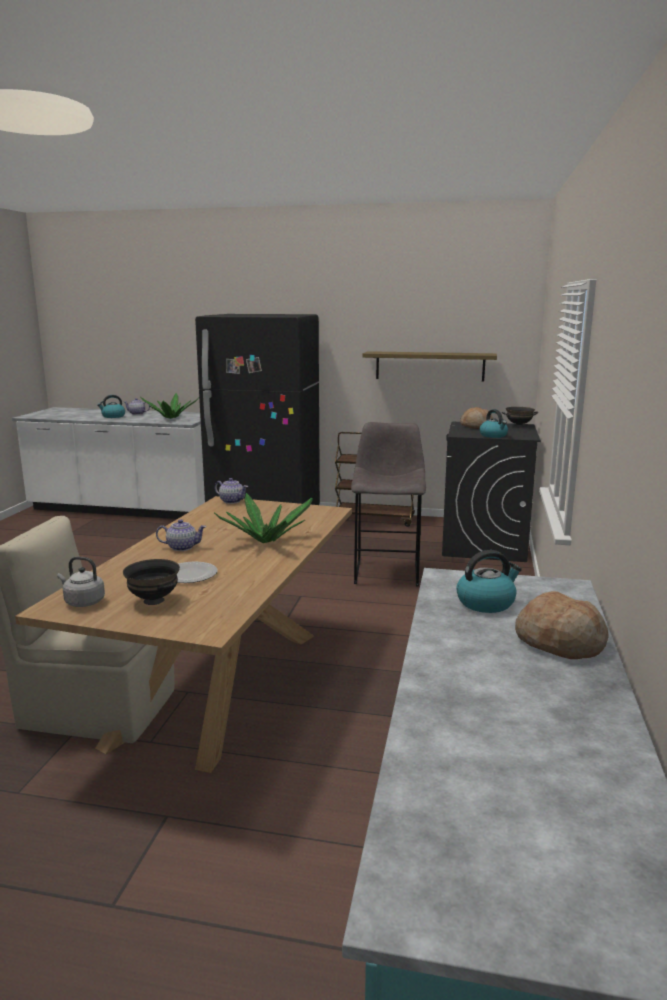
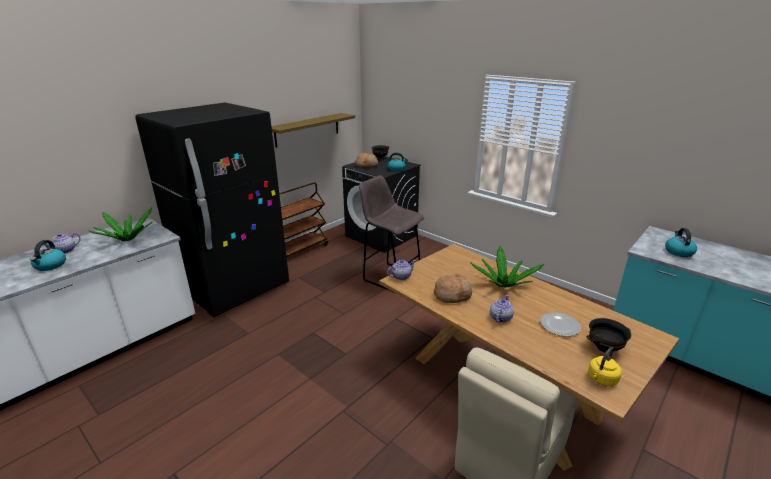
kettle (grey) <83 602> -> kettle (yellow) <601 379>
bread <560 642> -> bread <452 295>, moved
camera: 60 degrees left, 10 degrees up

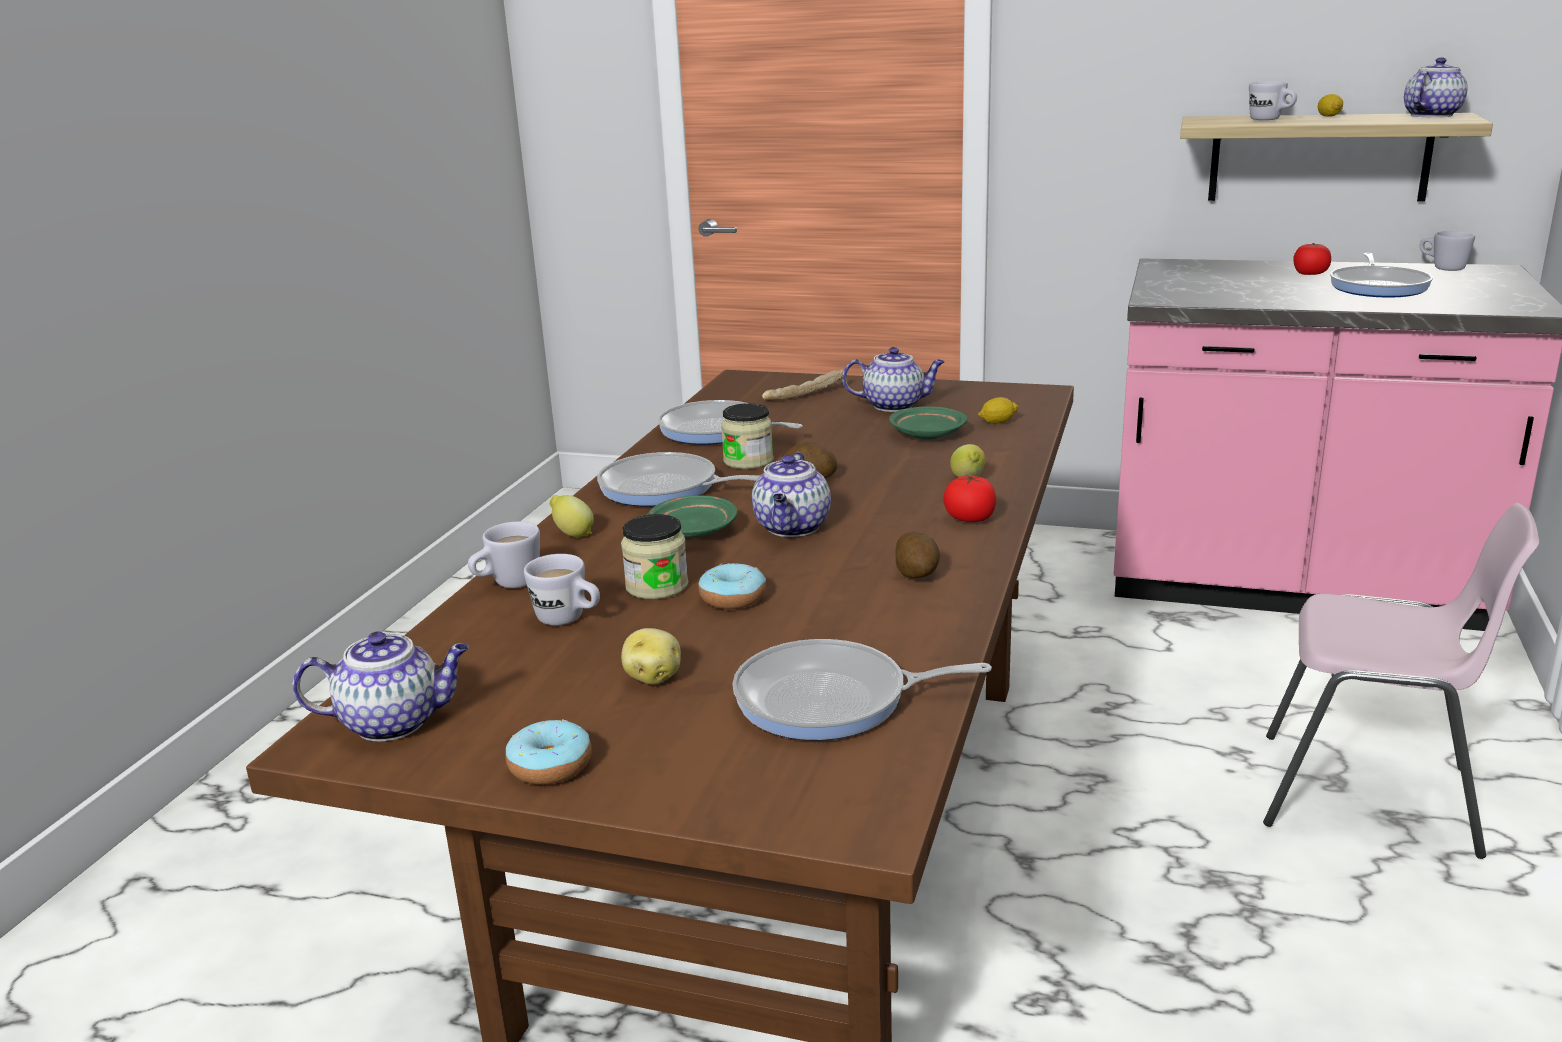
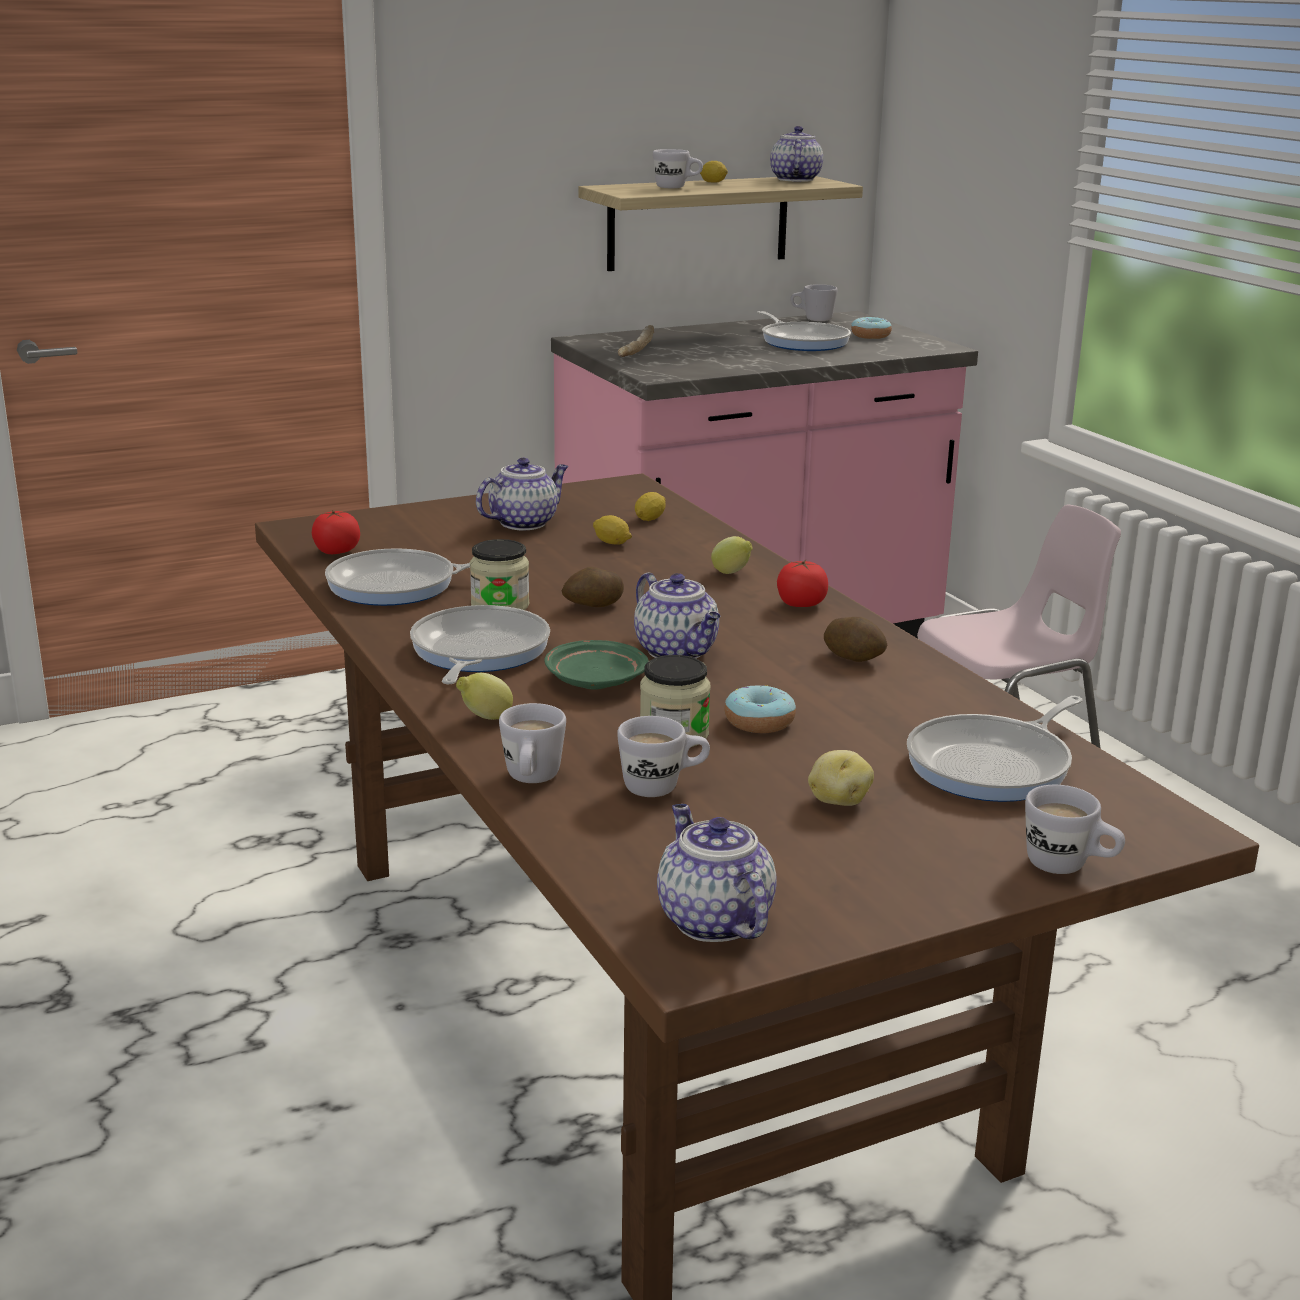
teapot <394 722> -> teapot <712 920>, 60 degrees counterclockwise
donut <550 766> -> donut <870 336>, moved
frying pan <664 489> -> frying pan <477 652>, 120 degrees clockwise
bread <804 394> -> bread <635 350>, moved
plate (green) <926 434> -> lemon <612 543>
tomato <1310 274> -> tomato <336 552>, moved
none -> mug (white) <1069 867>
camera: 45 degrees left, 0 degrees up

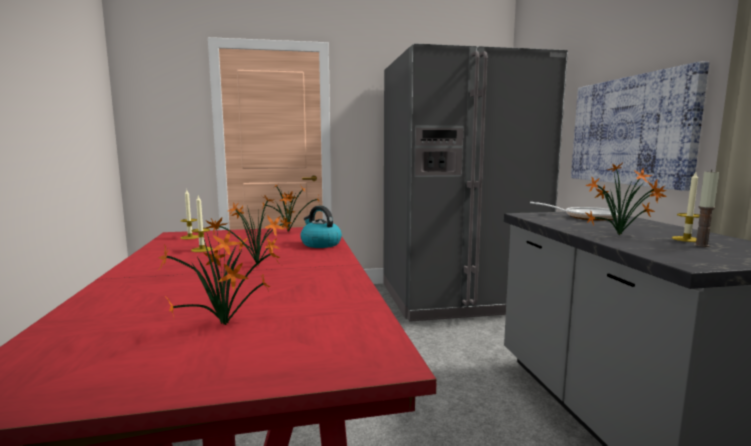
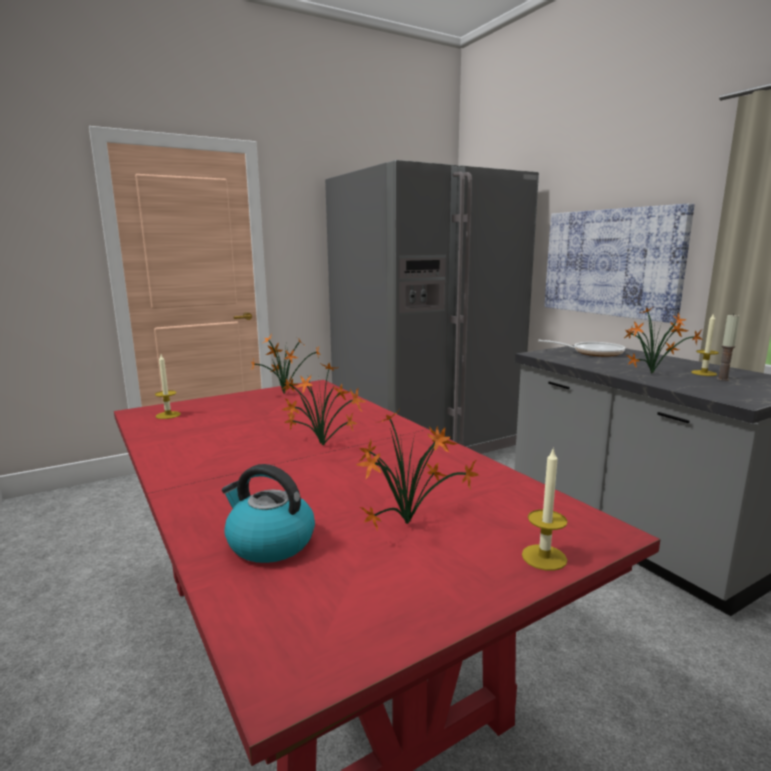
candle <202 249> -> candle <544 557>, moved
kettle <320 244> -> kettle <269 543>, moved
camera: 20 degrees left, 5 degrees up

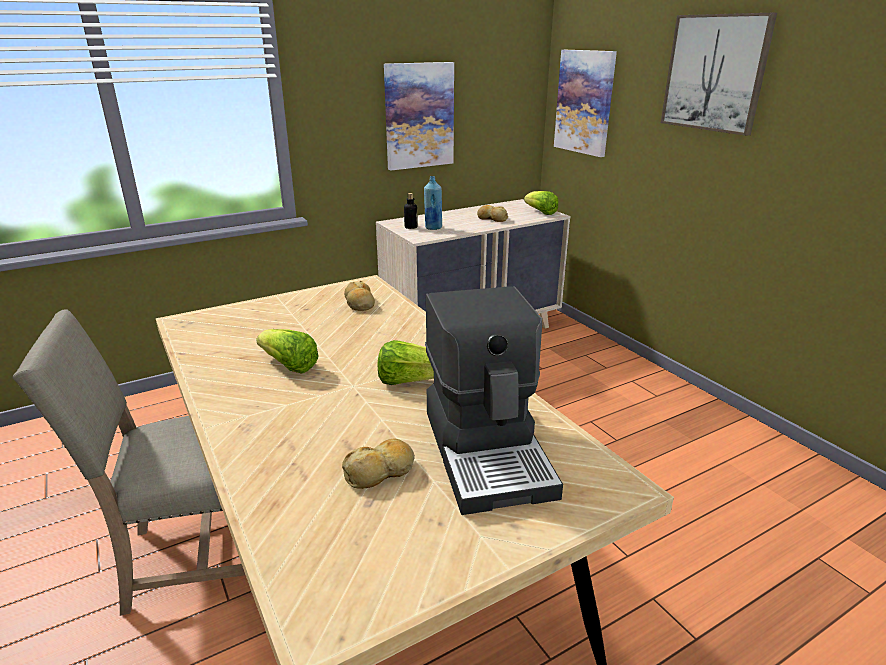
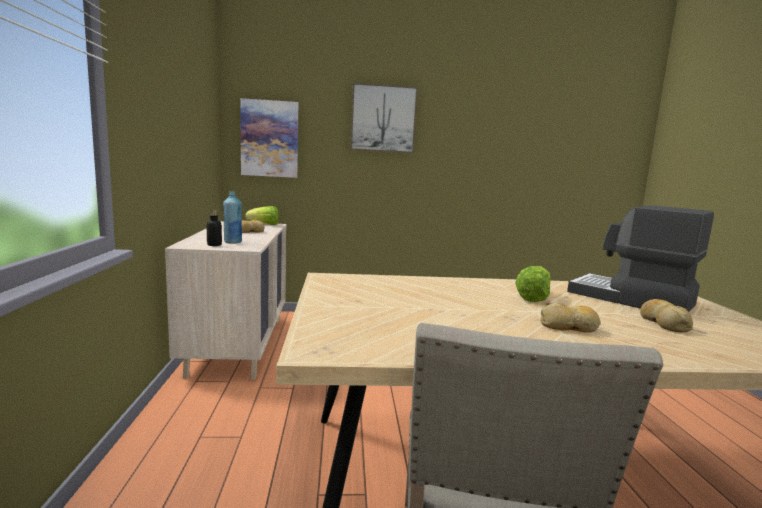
lettuce <289 366> -> none
bread <359 303> -> bread <569 327>, moved
picture <419 116> -> none
coffee machine <489 450> -> coffee machine <630 299>, 150 degrees counterclockwise
camera: 65 degrees left, 15 degrees down

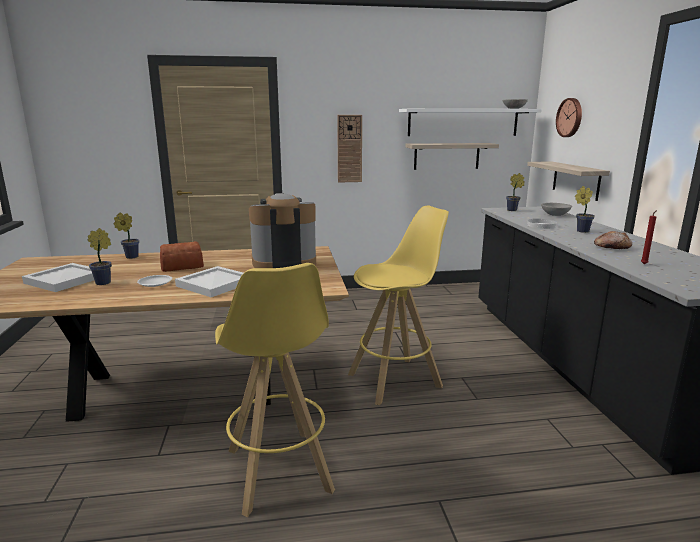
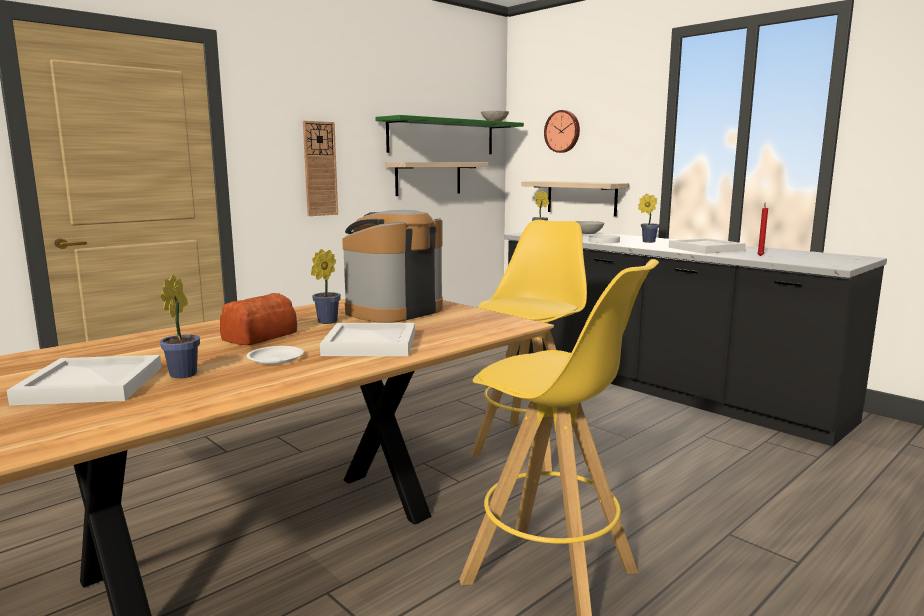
potted plant <130 257> -> potted plant <325 322>, moved
shelf (white) <463 122> -> shelf (green) <442 137>
bread <611 247> -> tray (white) <704 249>
camera: 35 degrees left, 5 degrees down

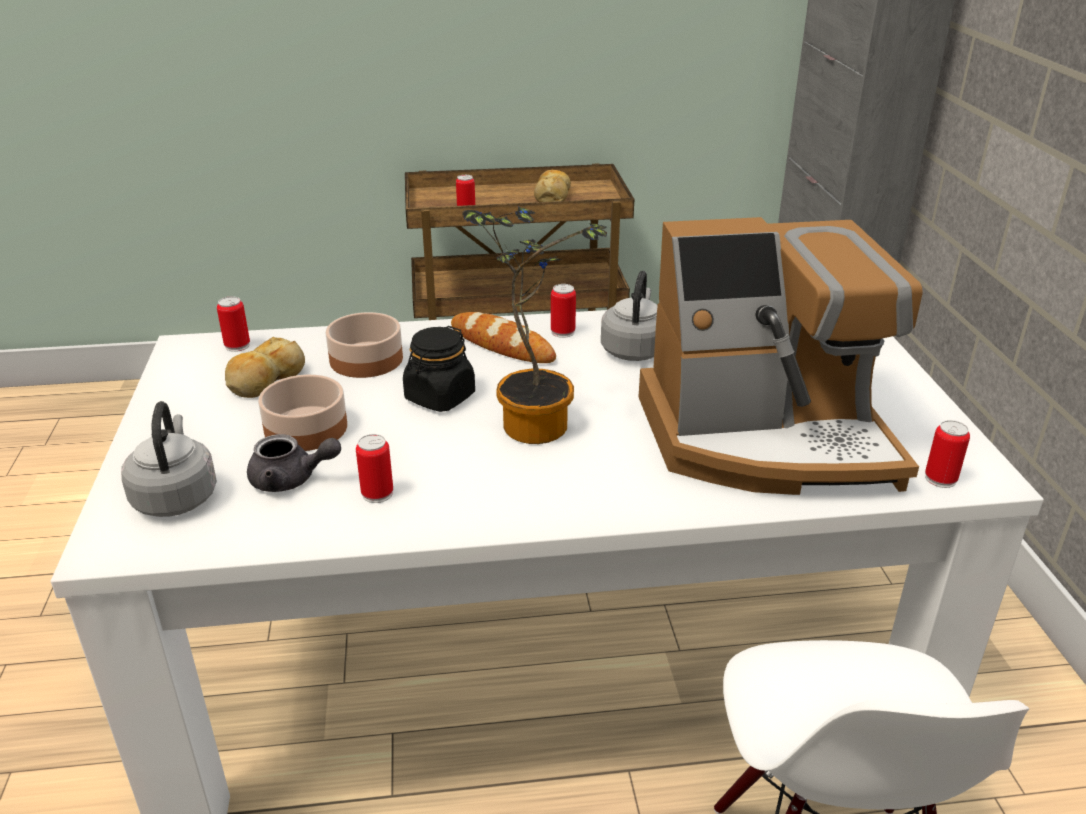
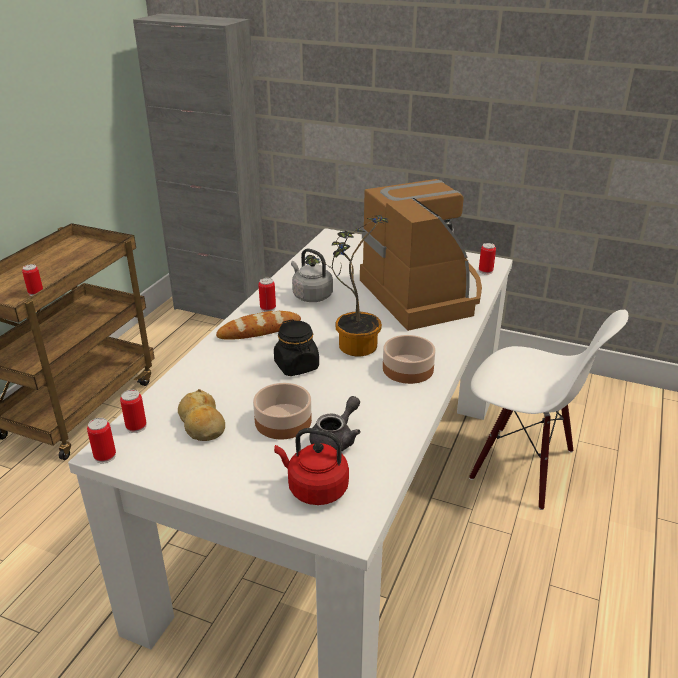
kettle (grey) <176 496> -> kettle (red) <314 489>
bowl <367 360> -> bowl <408 368>, moved
can <377 493> -> can <105 456>, moved
bread <552 196> -> none
coffee machine <766 438> -> coffee machine <424 293>, 45 degrees counterclockwise
camera: 60 degrees left, 0 degrees up

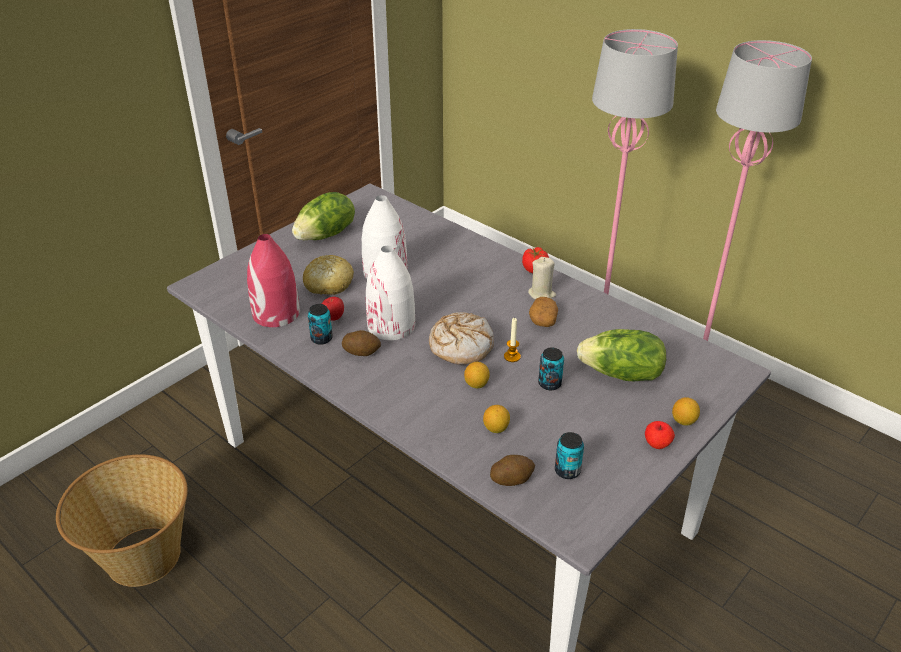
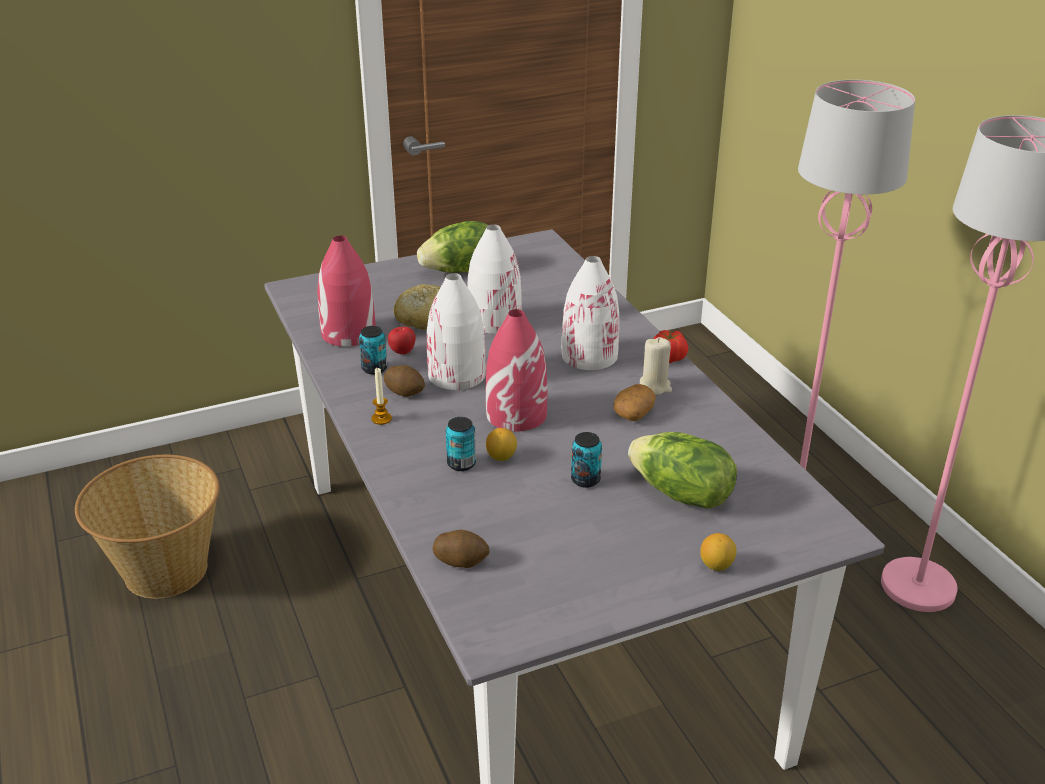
bread <461 346> -> vase (red) <516 414>
lemon <496 428> -> none
candle <512 356> -> candle <381 419>, moved
can <567 471> -> can <461 464>, moved
apple <657 444> -> none
none -> vase (white) <589 355>
camera: 25 degrees right, 5 degrees down

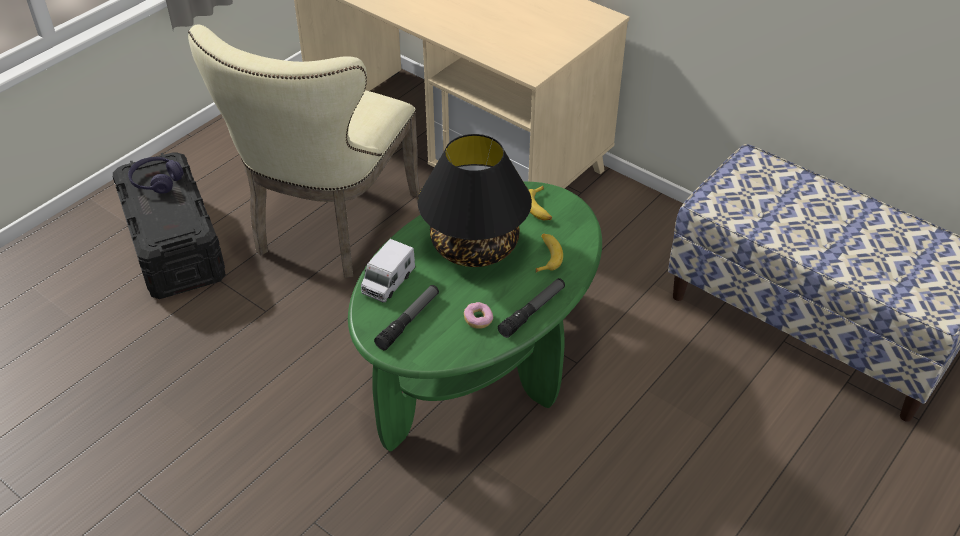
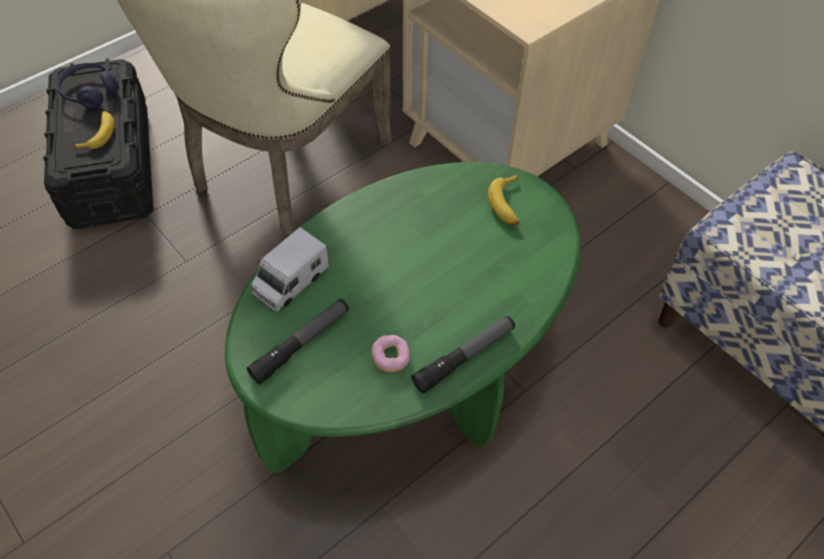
table lamp (black) <475 246> -> none
banana <546 256> -> banana <99 134>, moved
camera: 10 degrees right, 10 degrees up

